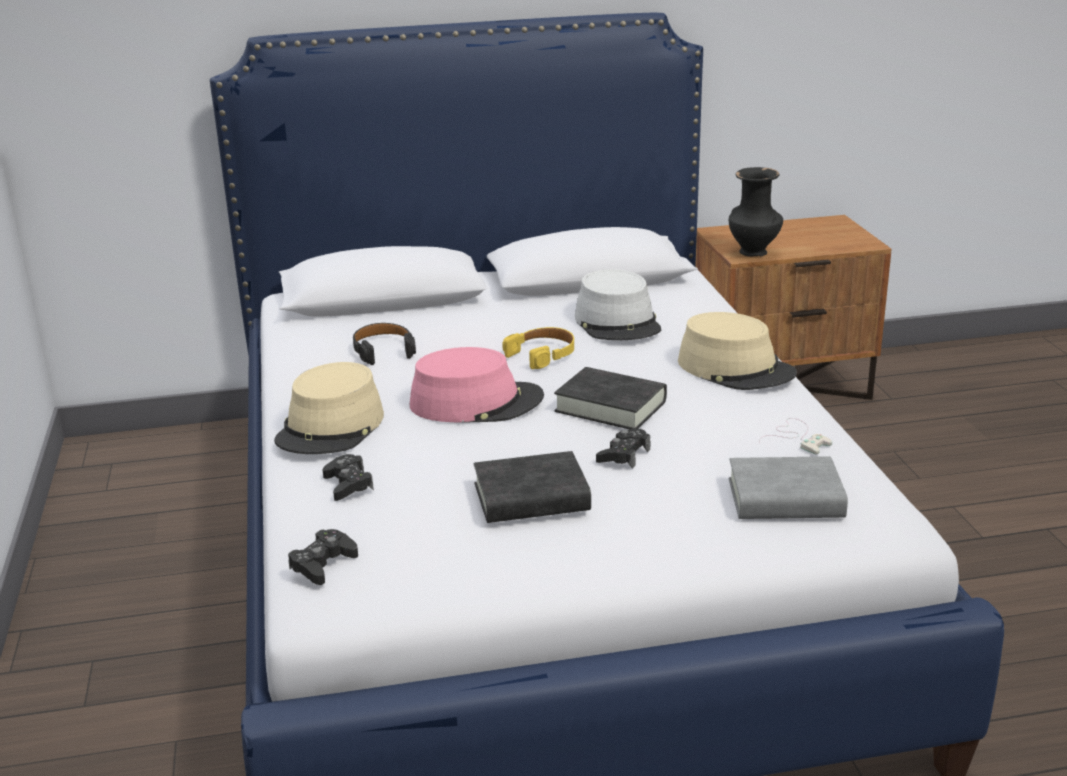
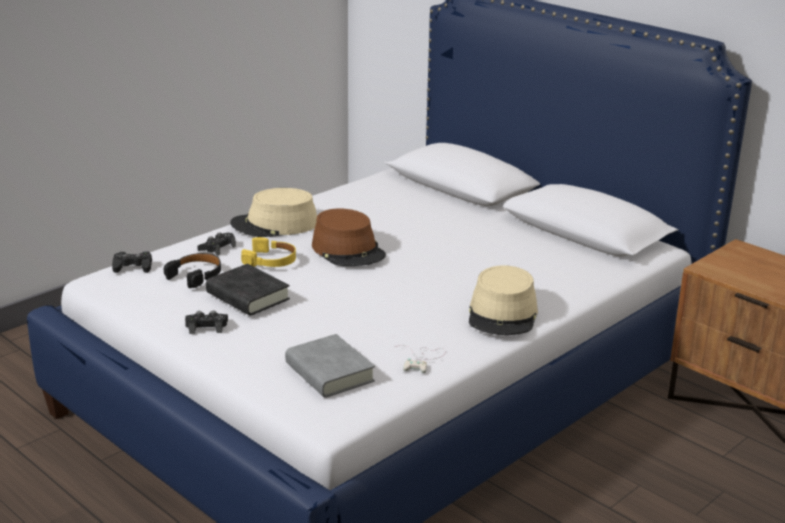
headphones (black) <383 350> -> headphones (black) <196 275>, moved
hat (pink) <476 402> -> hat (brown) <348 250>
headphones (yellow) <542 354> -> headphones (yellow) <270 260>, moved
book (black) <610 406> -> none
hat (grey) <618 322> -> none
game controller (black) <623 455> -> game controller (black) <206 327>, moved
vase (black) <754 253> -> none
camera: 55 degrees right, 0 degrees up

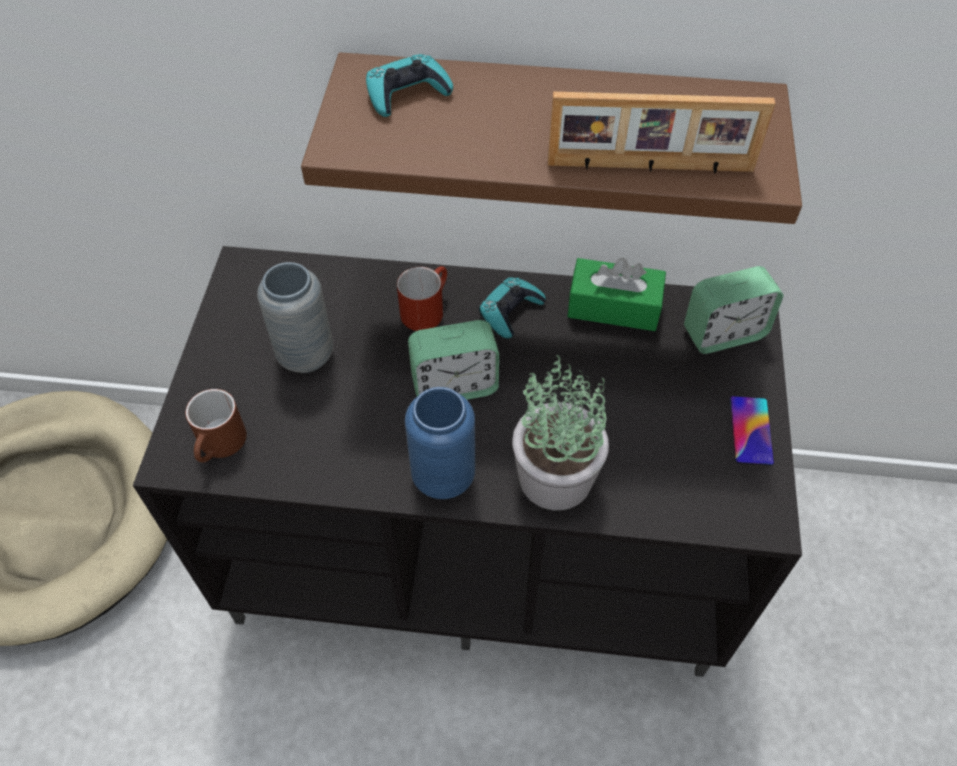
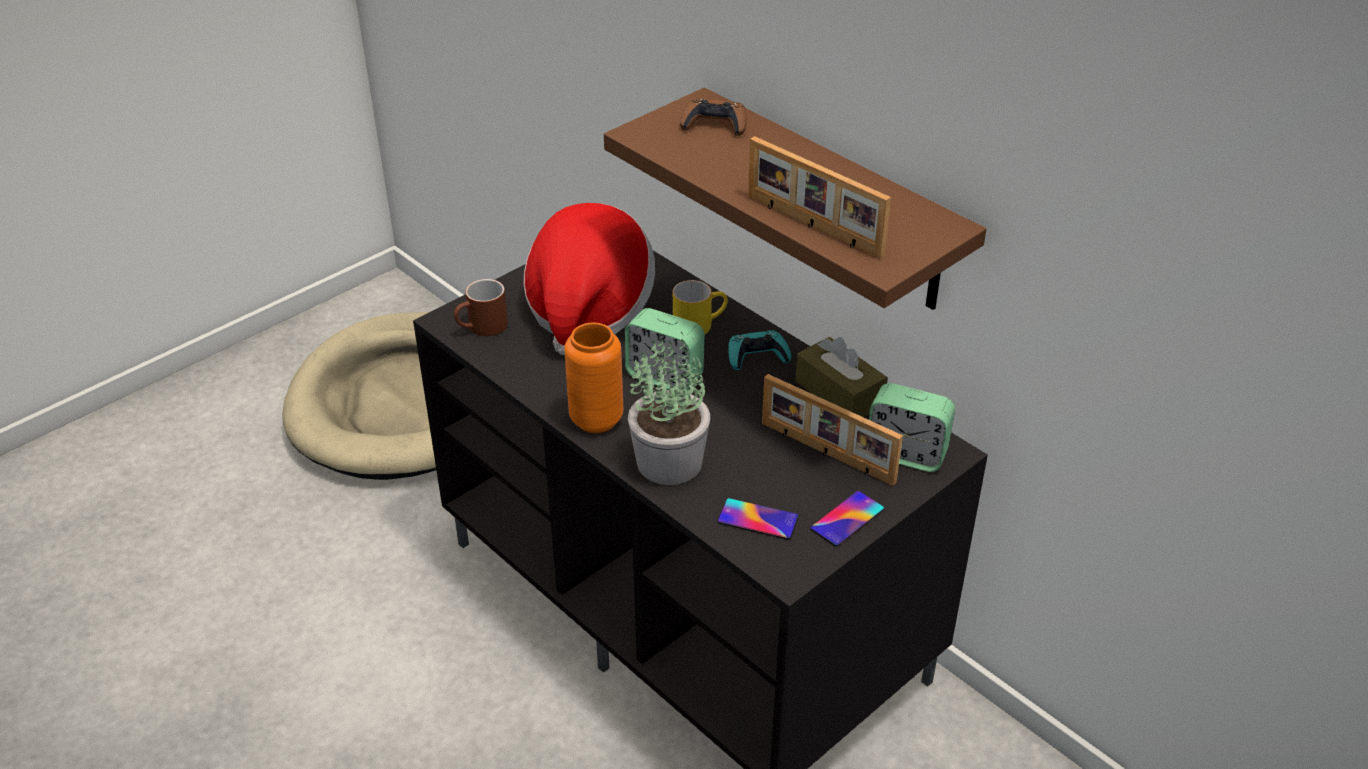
vase (grey) <305 355> -> hat <588 309>
game controller (turquoise) <407 93> -> game controller (brown) <714 124>
mug (red) <426 308> -> mug (yellow) <699 324>
vase (blue) <443 477> -> vase (orange) <596 419>
tissue box (green) <613 307> -> tissue box (brown) <839 393>
none -> phone <758 519>
none -> picture frame <826 453>
camera: 40 degrees right, 15 degrees down

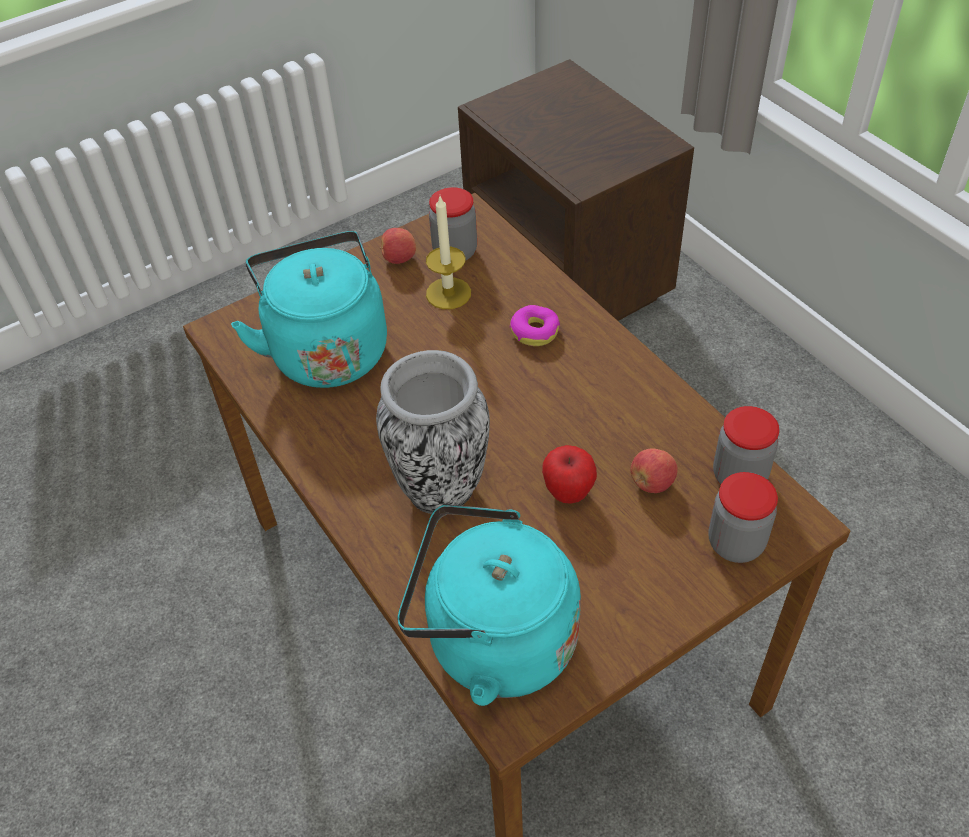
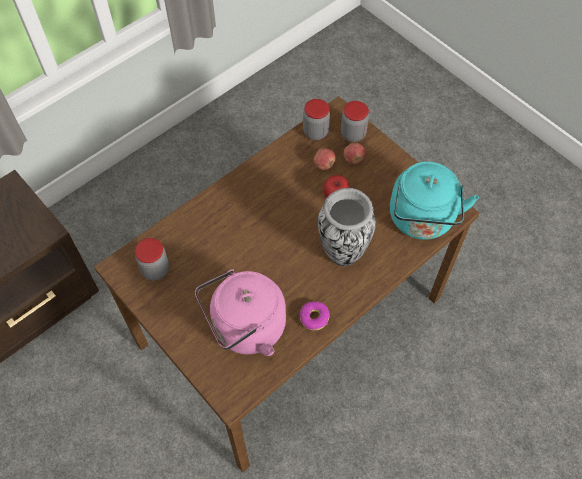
kettle (turquoise) <327 348> -> kettle (pink) <245 328>
apple <399 258> -> apple <354 159>, moved
candle <448 293> -> none
donut <535 331> -> donut <314 318>, moved
camera: 100 degrees left, 10 degrees up

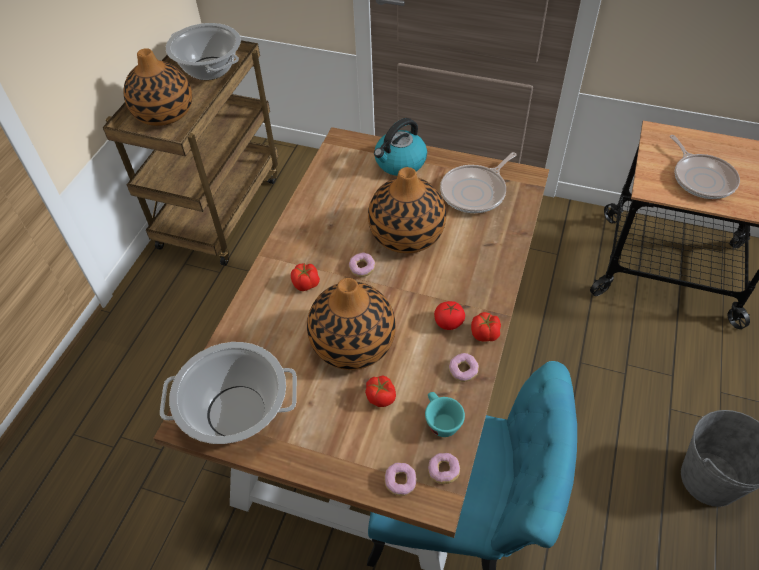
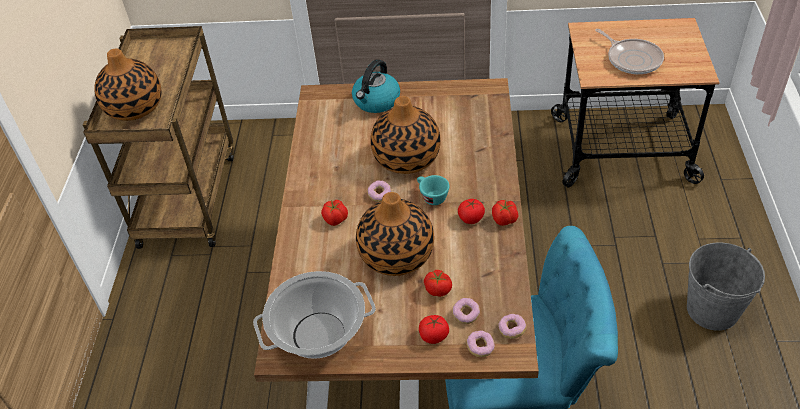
cooking pot <209 69> -> none
cup (turquoise) <440 421> -> cup (turquoise) <431 196>, moved
frying pan <475 192> -> none
donut <463 371> -> donut <466 314>, moved
none -> tomato <434 336>
camera: 15 degrees left, 5 degrees down

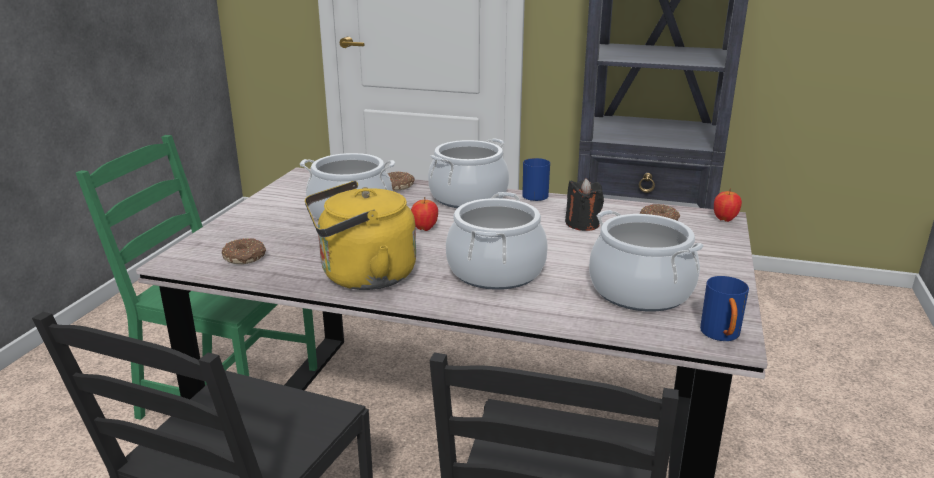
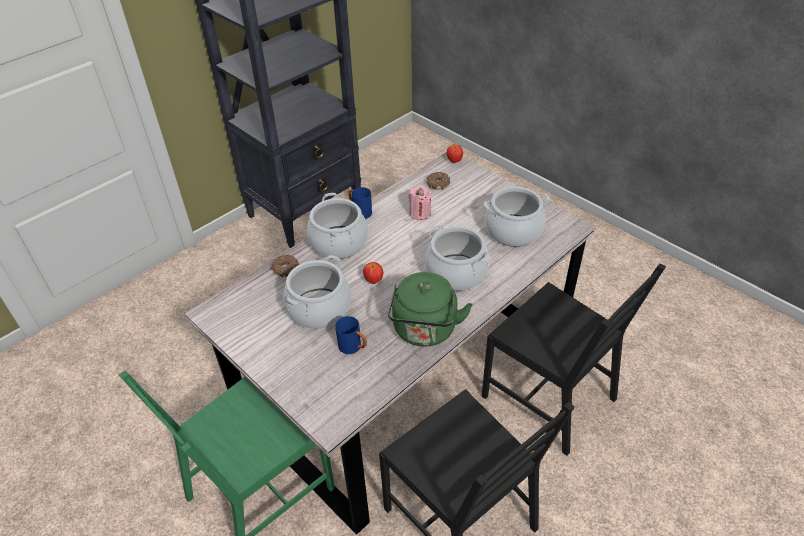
donut <245 258> -> none
kettle (yellow) <363 277> -> kettle (green) <425 331>
candle (black) <582 224> -> candle (pink) <420 213>
mug (blue) <722 336> -> mug (blue) <353 347>, moved
camera: 60 degrees left, 20 degrees up

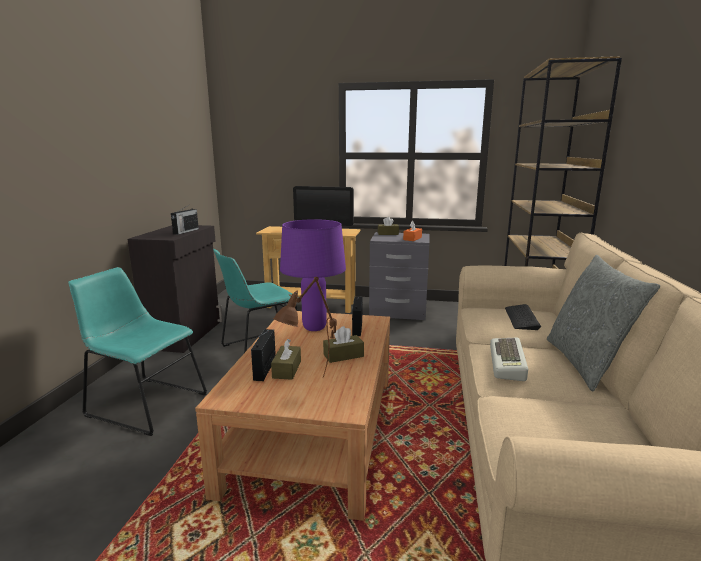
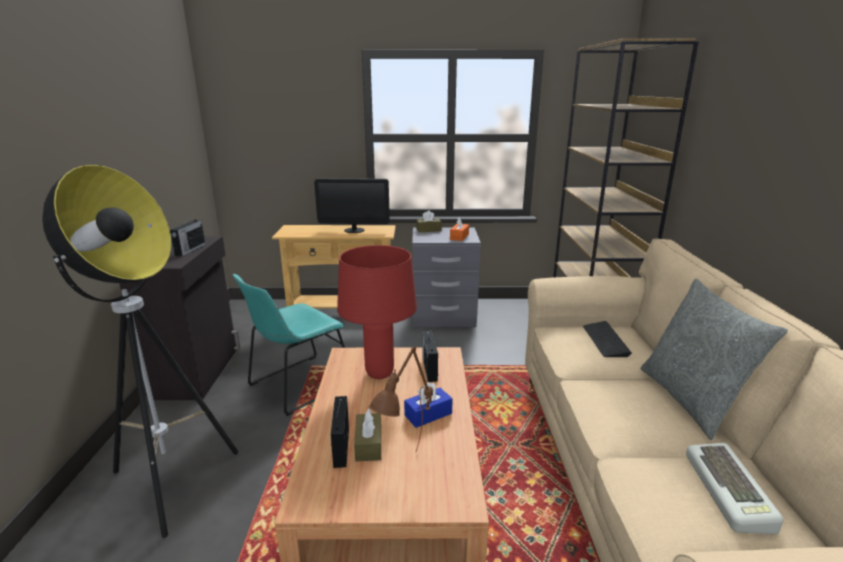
chair (turquoise) <144 403> -> floor lamp <170 483>
table lamp (purple) <314 328> -> table lamp (red) <379 374>
tissue box (brown) <343 355> -> tissue box (blue) <428 414>
keyboard <509 364> -> keyboard <730 492>, moved
camera: 10 degrees left, 5 degrees up

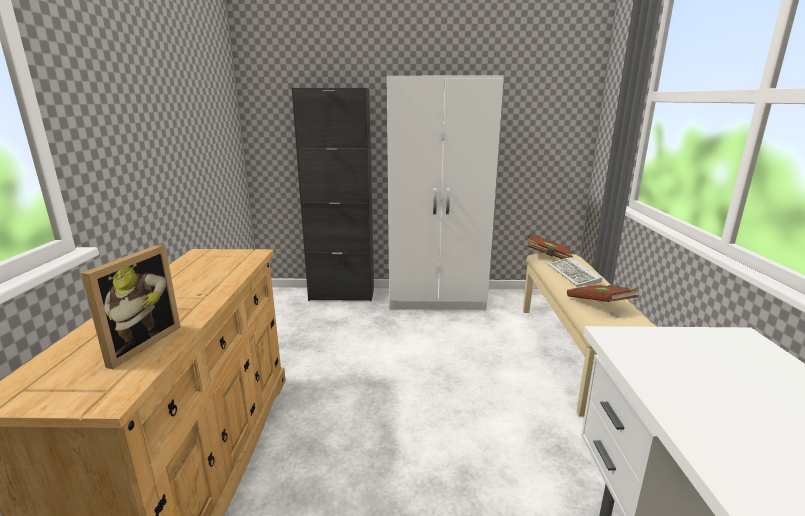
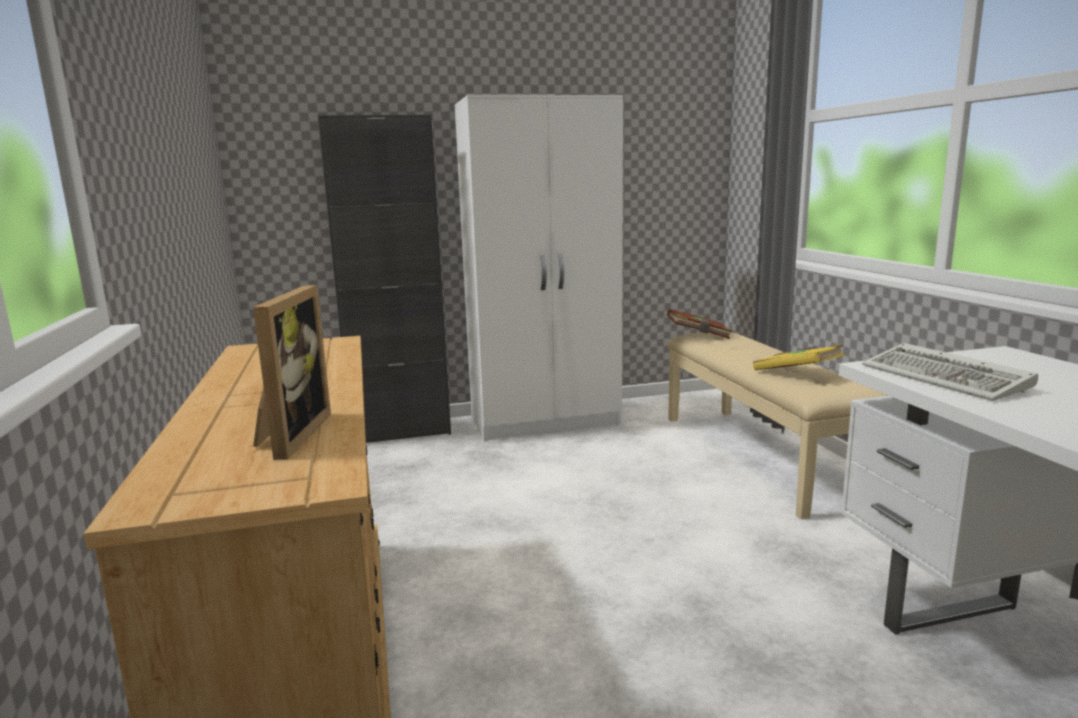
keyboard <574 275> -> keyboard <947 378>, moved
book (brown) <600 304> -> book (yellow) <797 373>
camera: 15 degrees left, 5 degrees down

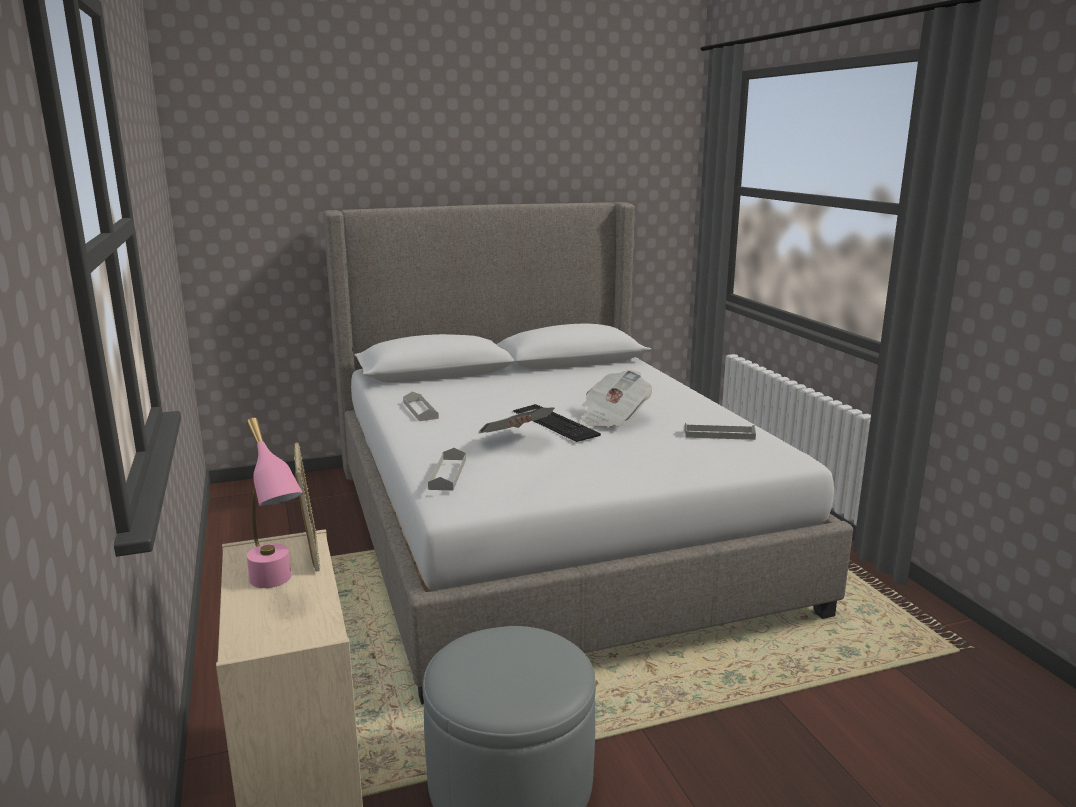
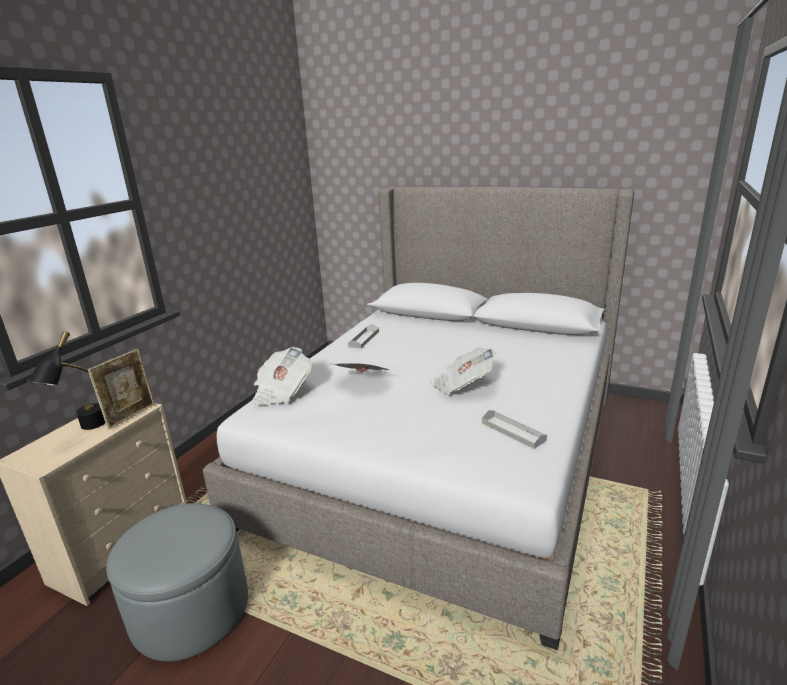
table lamp (pink) <276 586> -> table lamp (black) <85 429>
tray (grey) <447 474> -> newspaper <281 392>
keyboard <554 423> -> none
camera: 45 degrees right, 5 degrees up

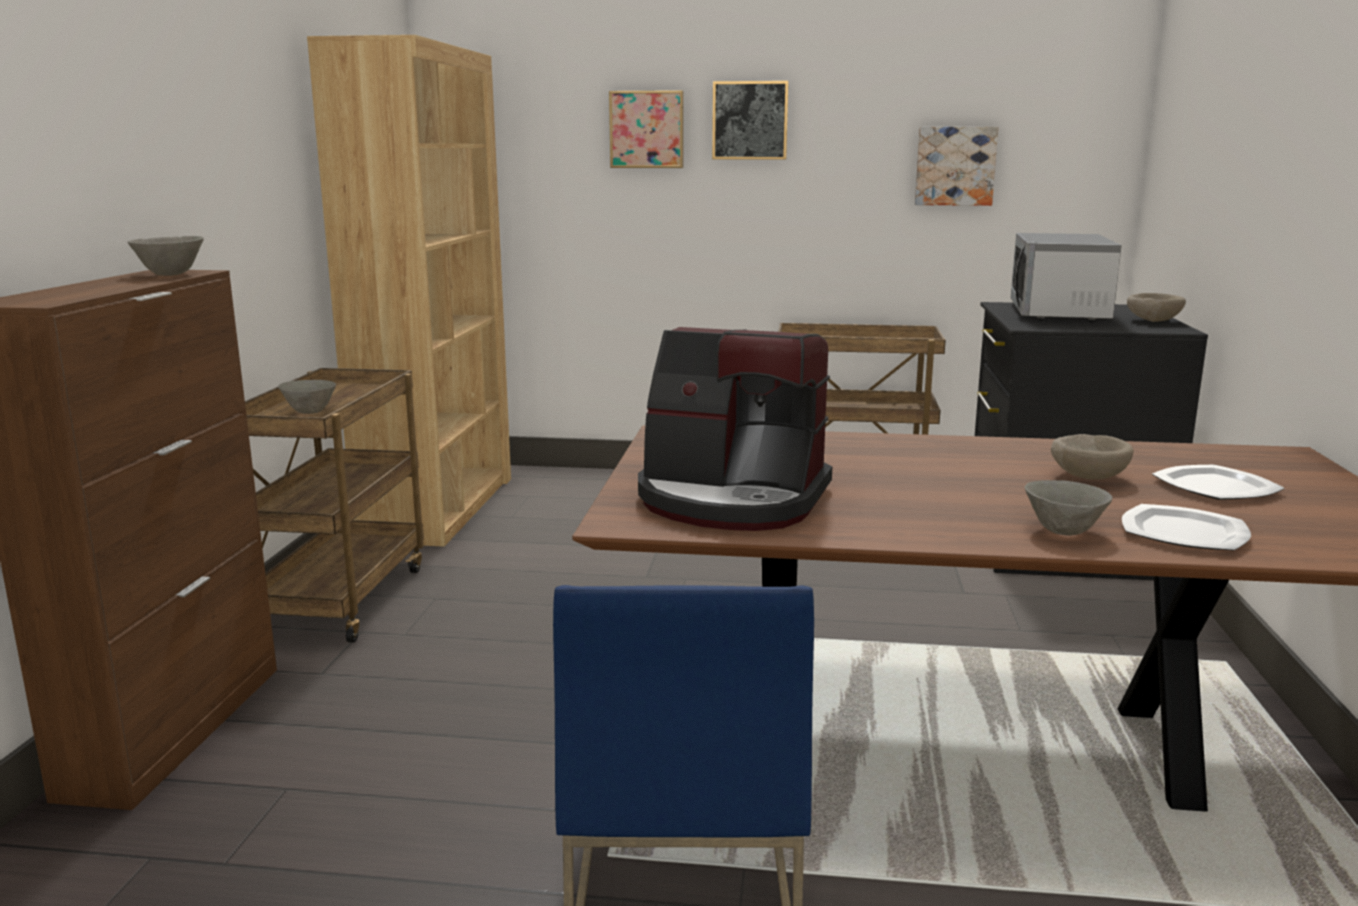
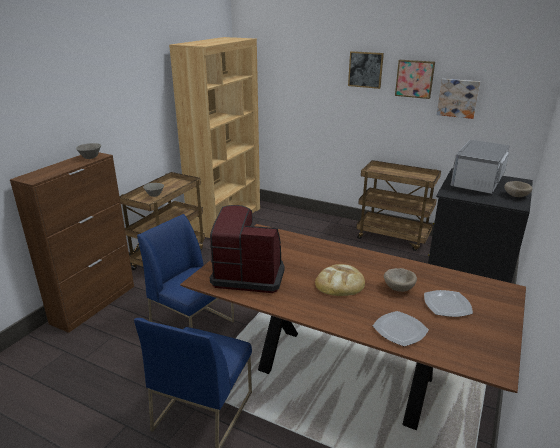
picture <647 129> -> picture <415 78>, moved
coffee machine <732 499> -> coffee machine <248 275>, 150 degrees clockwise
bowl (grey) <1064 531> -> none
none -> chair (blue) <193 324>
none -> bread <340 283>
camera: 20 degrees right, 10 degrees up

